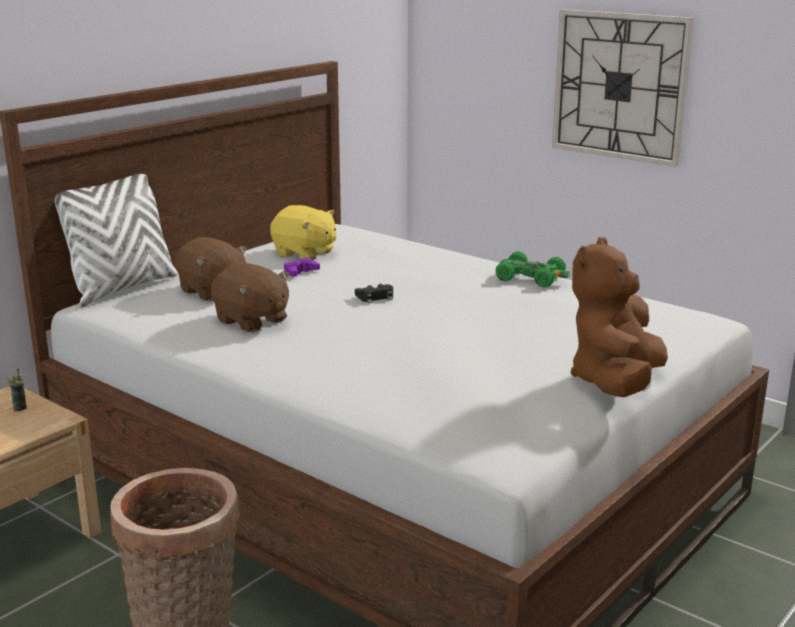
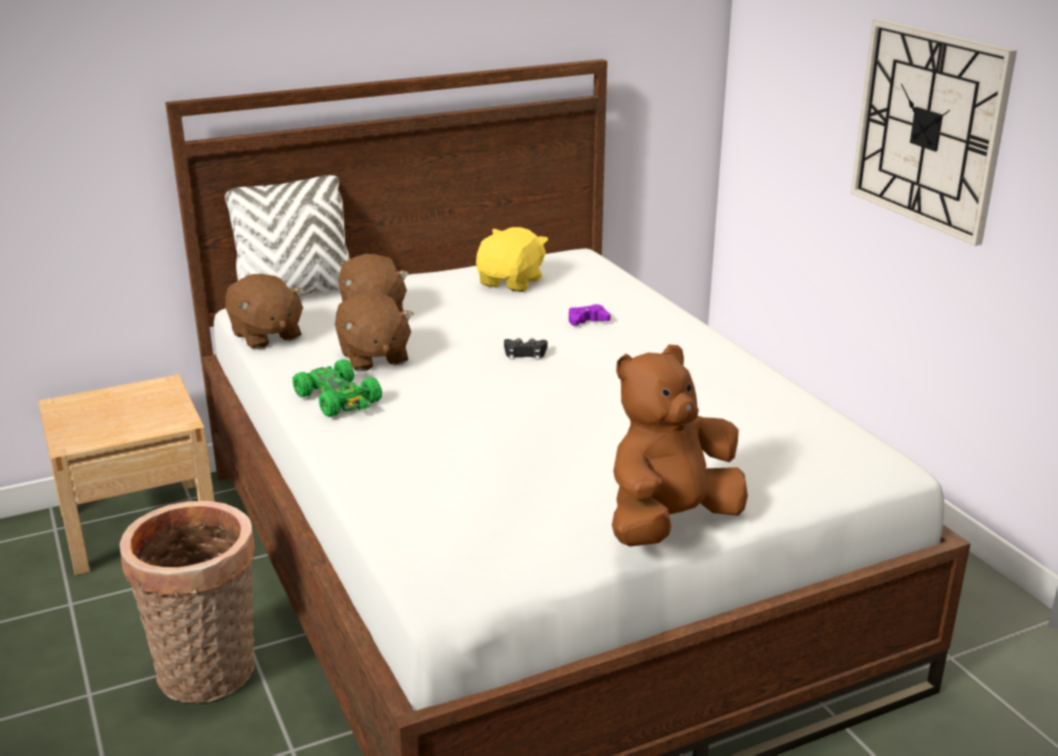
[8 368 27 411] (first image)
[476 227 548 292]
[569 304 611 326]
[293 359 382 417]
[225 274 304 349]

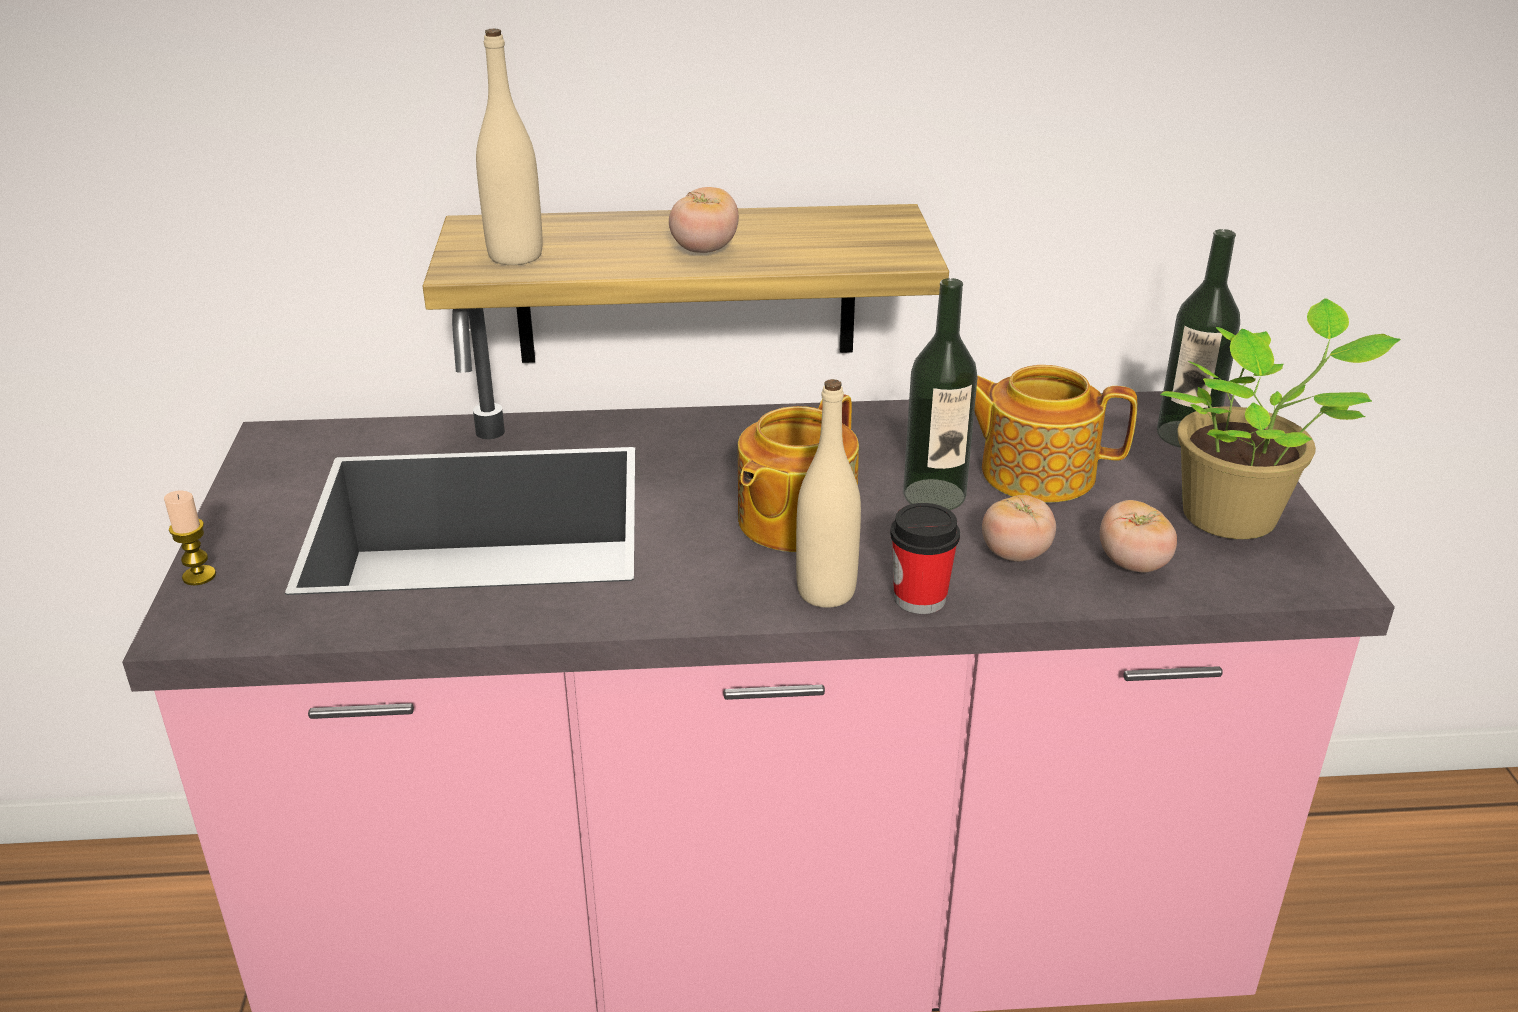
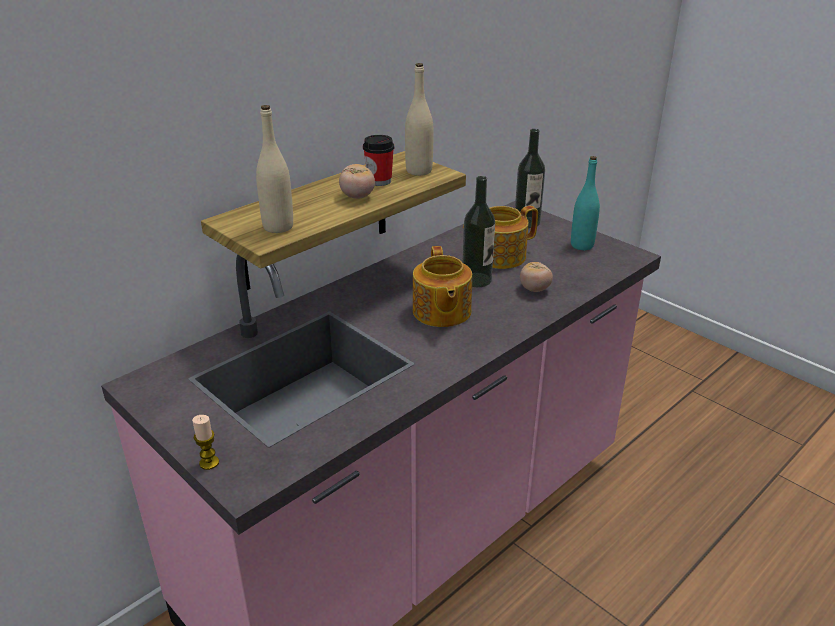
[405 63 433 176]
[363 135 394 186]
[1100 500 1177 573] (first image)
[571 156 600 250]

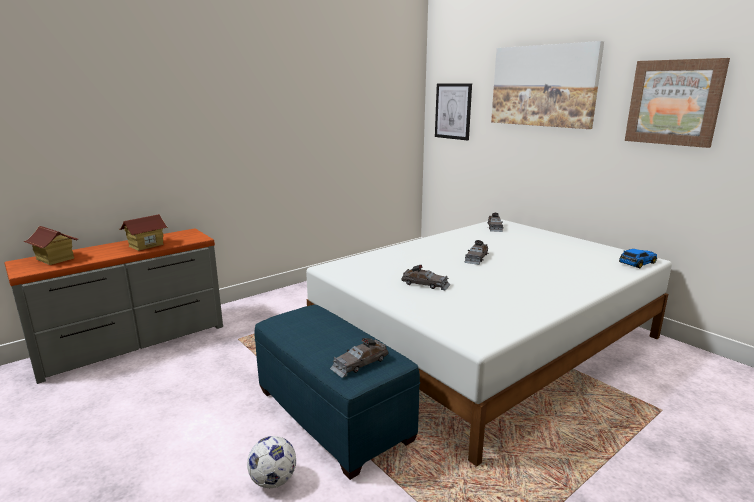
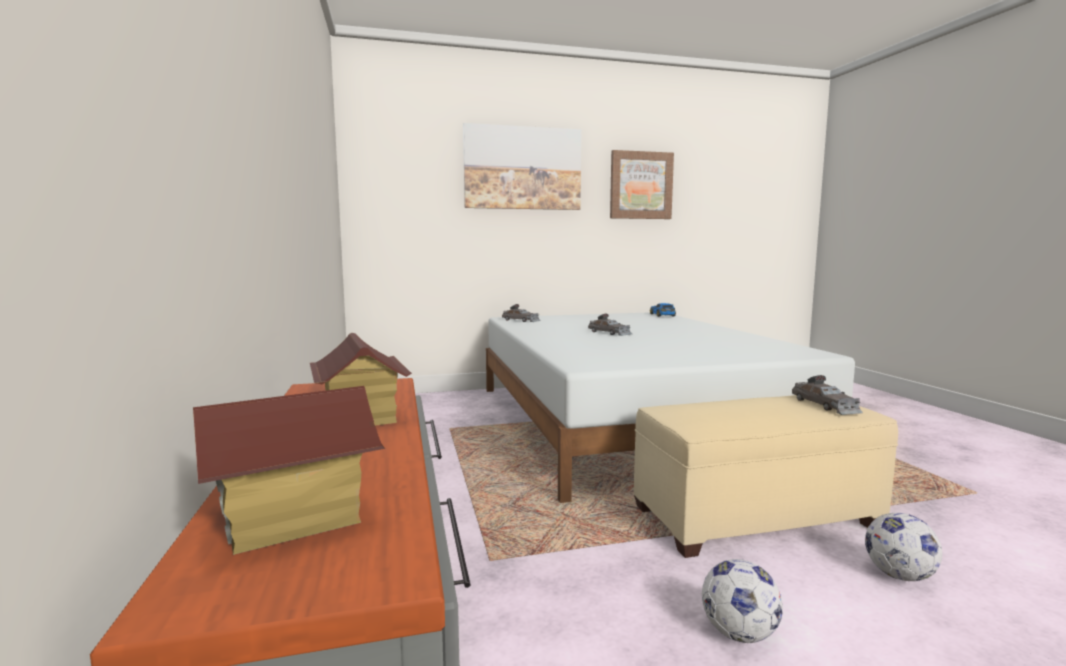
[634 395 898 558]
[402 265 451 291] (first image)
[435 84 472 141] (first image)
[702 559 783 643]

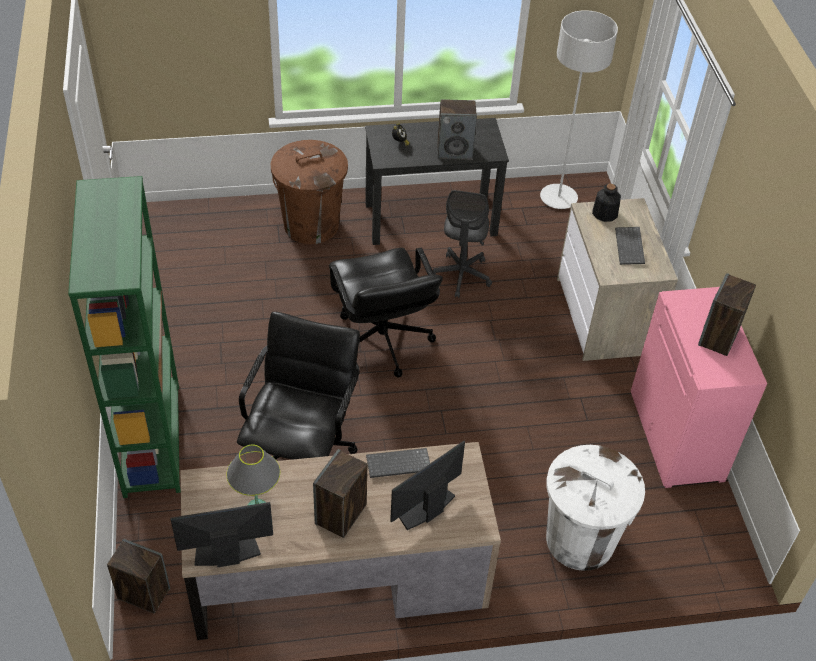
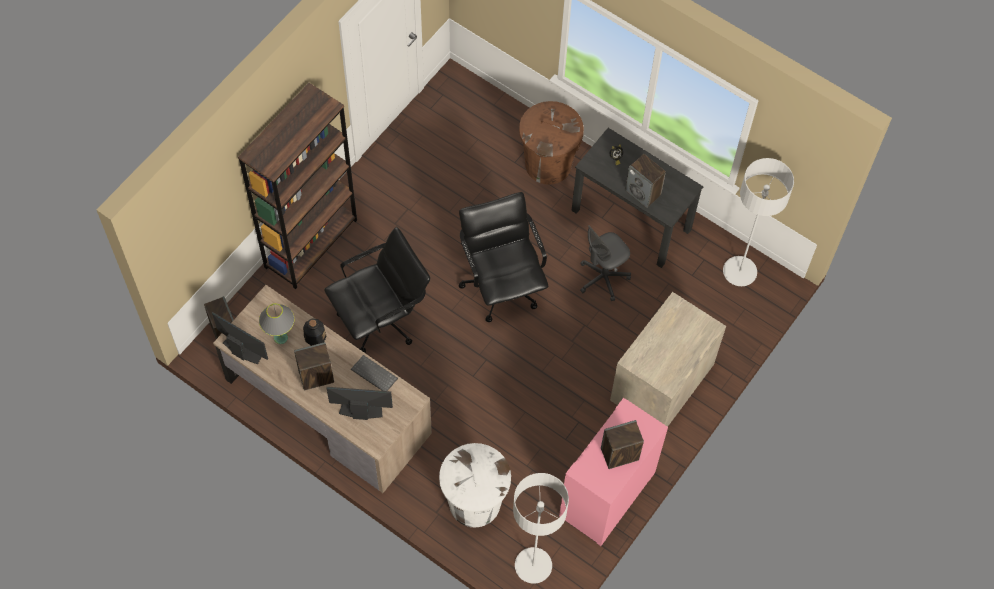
[238 83 357 289]
[459 192 548 322]
[303 319 327 346]
[615 227 645 265] (first image)
[513 473 569 584]

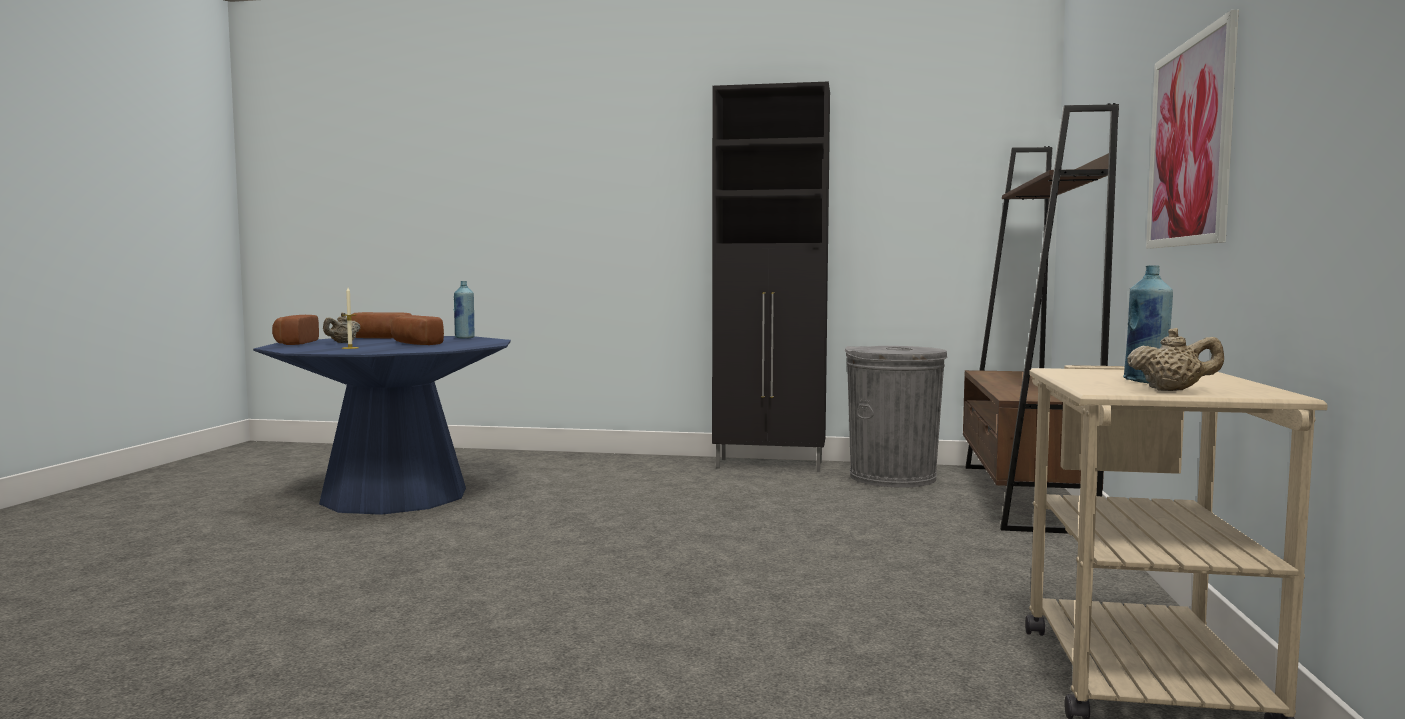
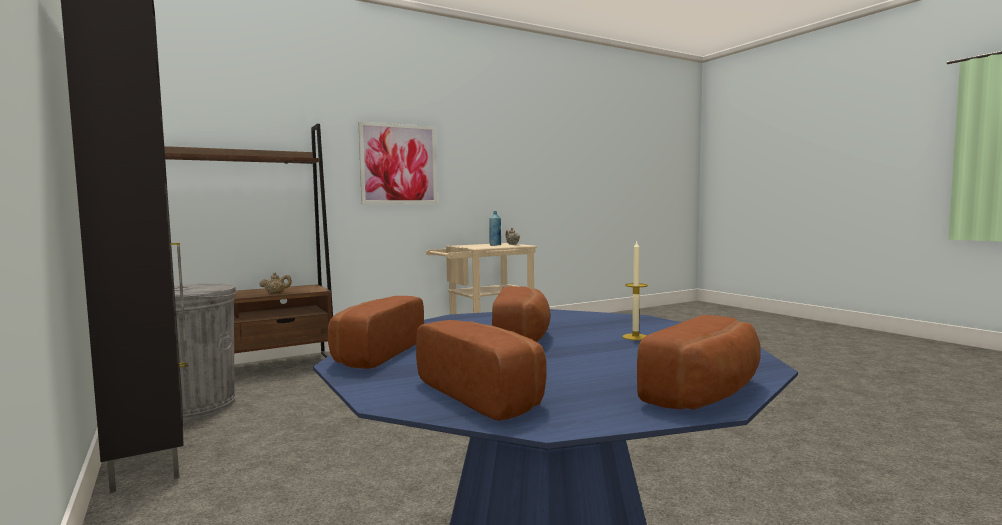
[259 272 292 294]
[328 296 424 369]

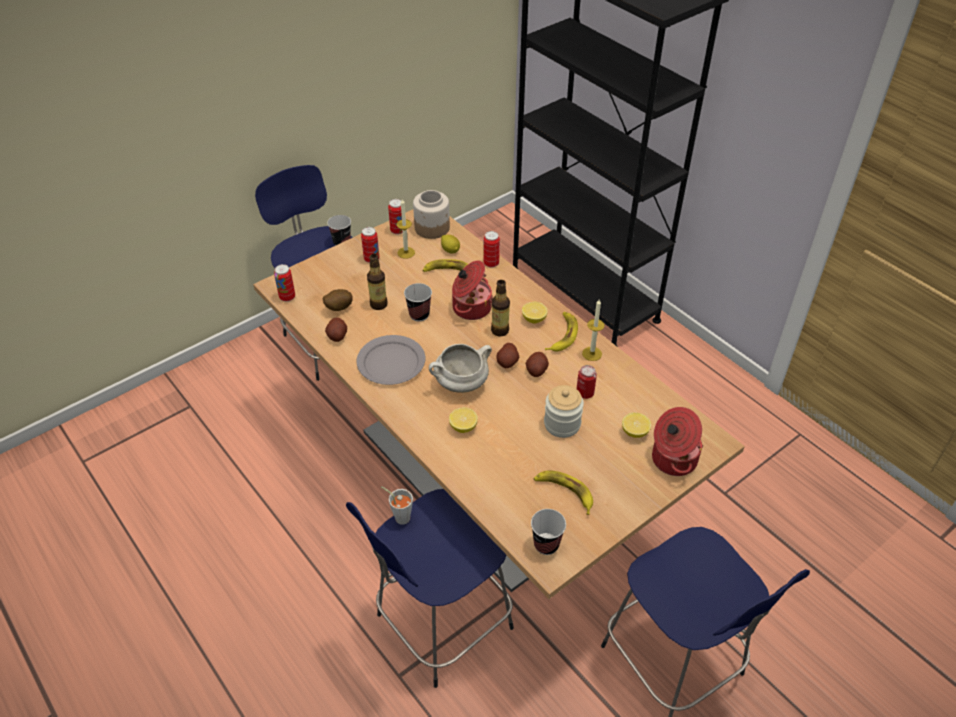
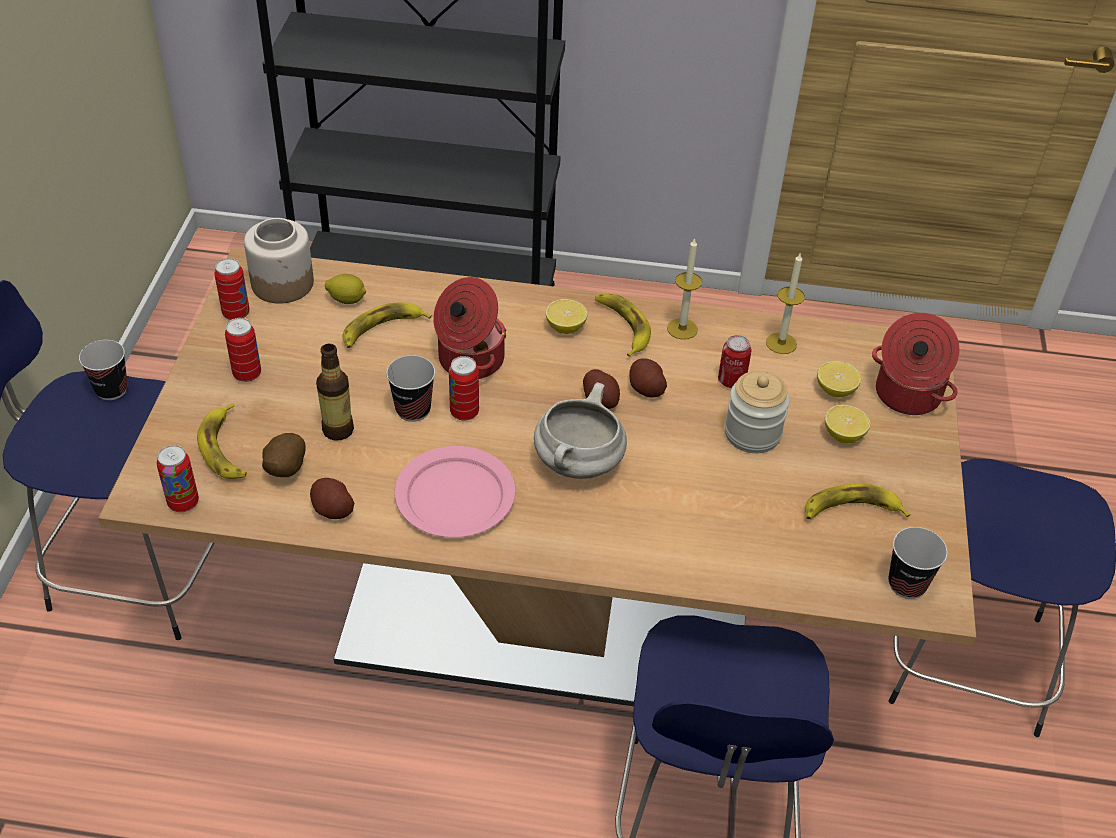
[394 446 516 538]
[381 487 413 525] (first image)
[766 253 805 354]
[825 405 870 443]
[449 356 479 421]
[491 280 510 336] (first image)
[197 403 247 479]

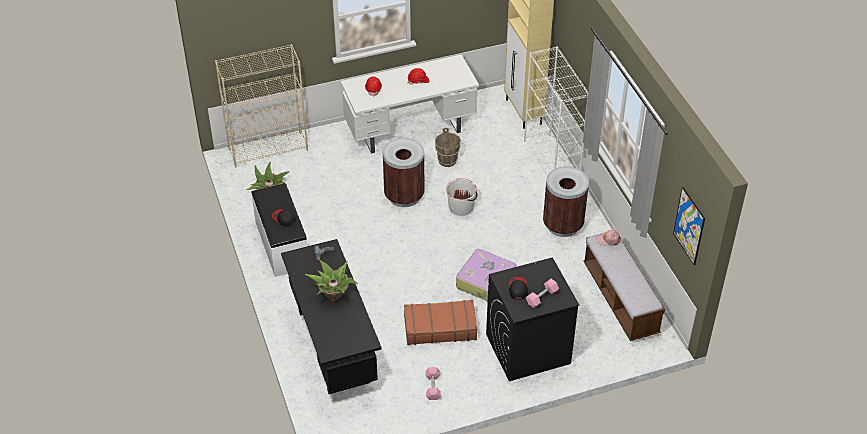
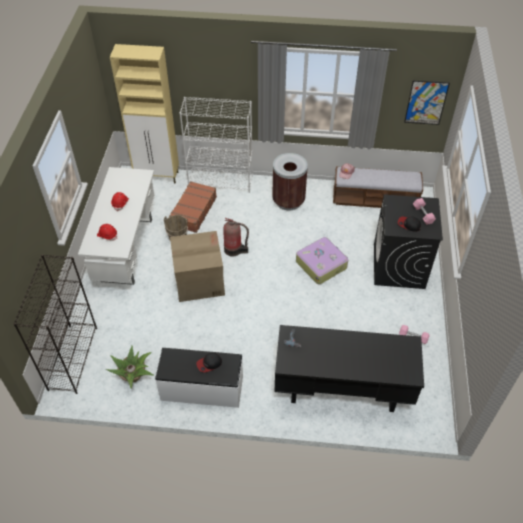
[13 254 97 394]
[305 260 358 301] (first image)
[170 231 225 302]
[169 181 217 233]
[223 218 249 257]

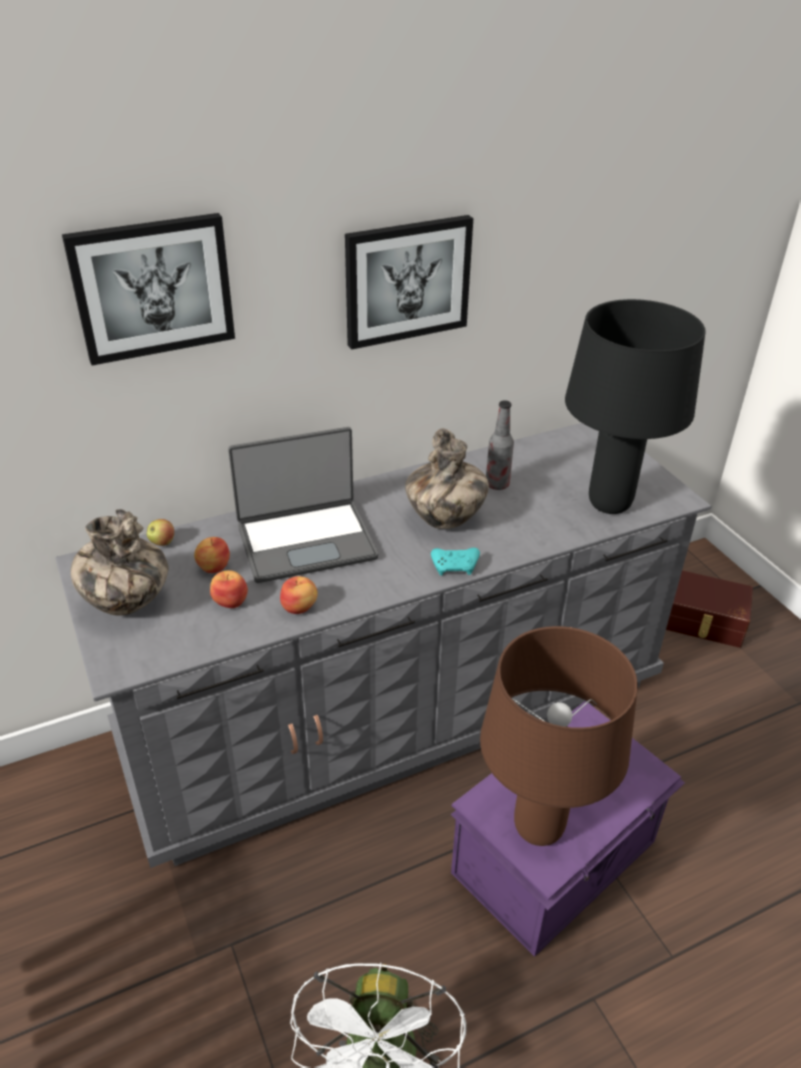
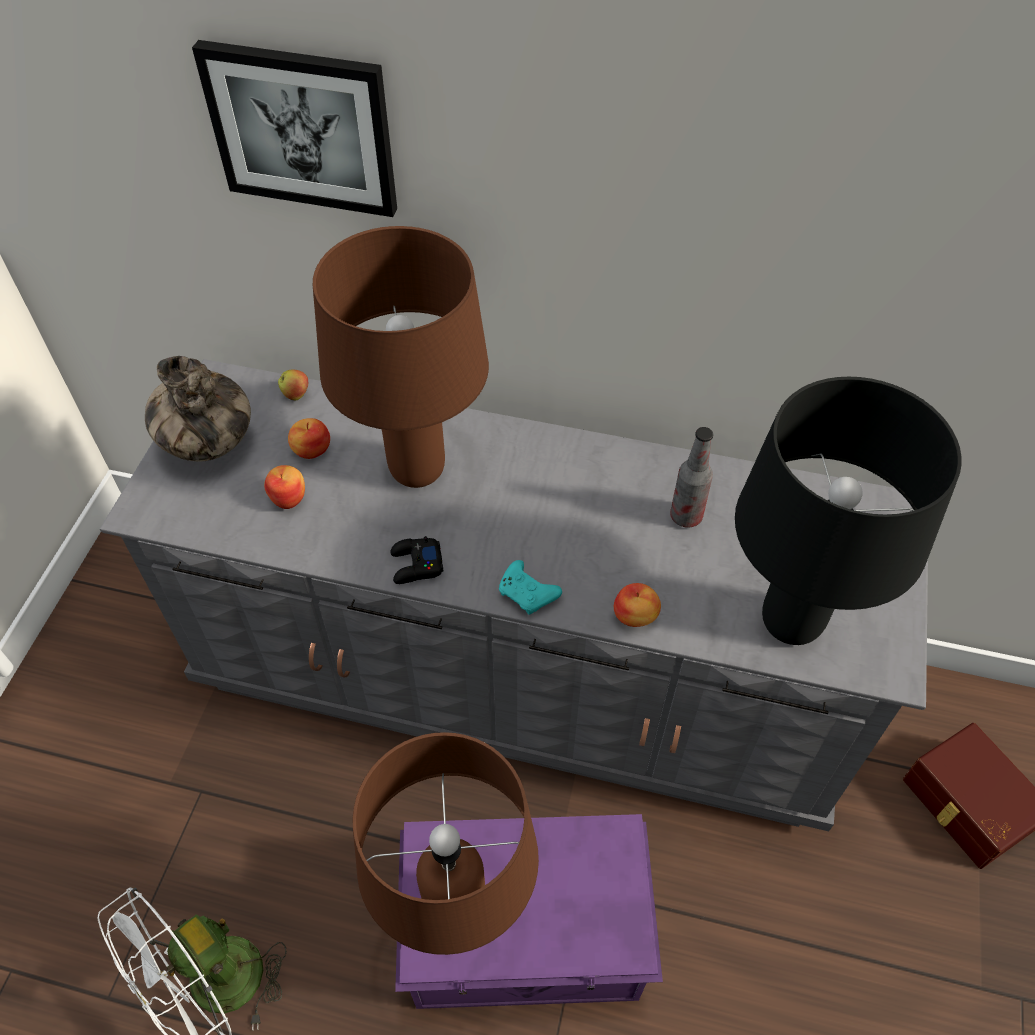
[313 226 489 488]
[614 583 661 627]
[345 215 473 350] (first image)
[405 428 489 529] (first image)
[390 536 444 584]

